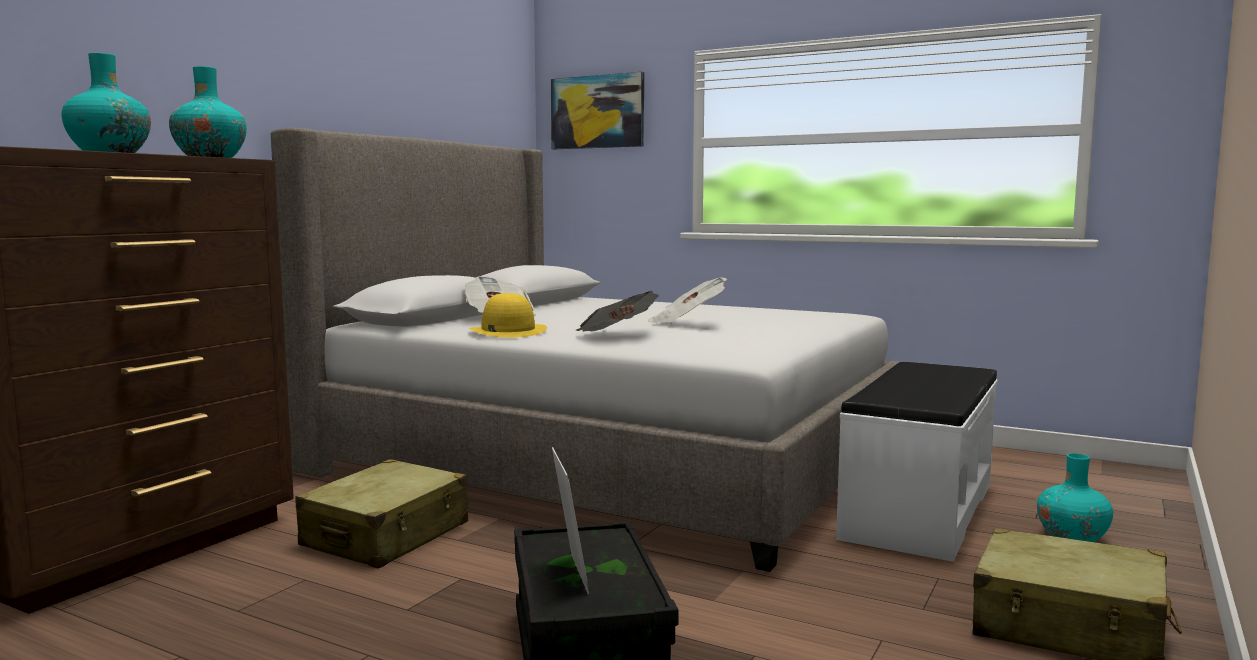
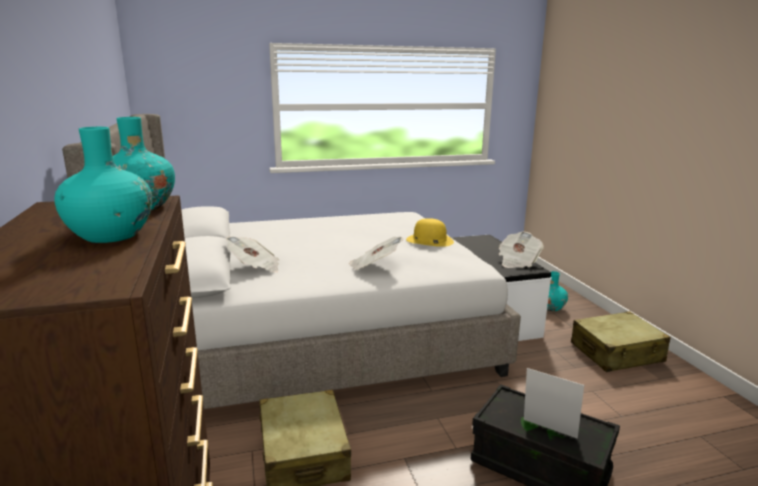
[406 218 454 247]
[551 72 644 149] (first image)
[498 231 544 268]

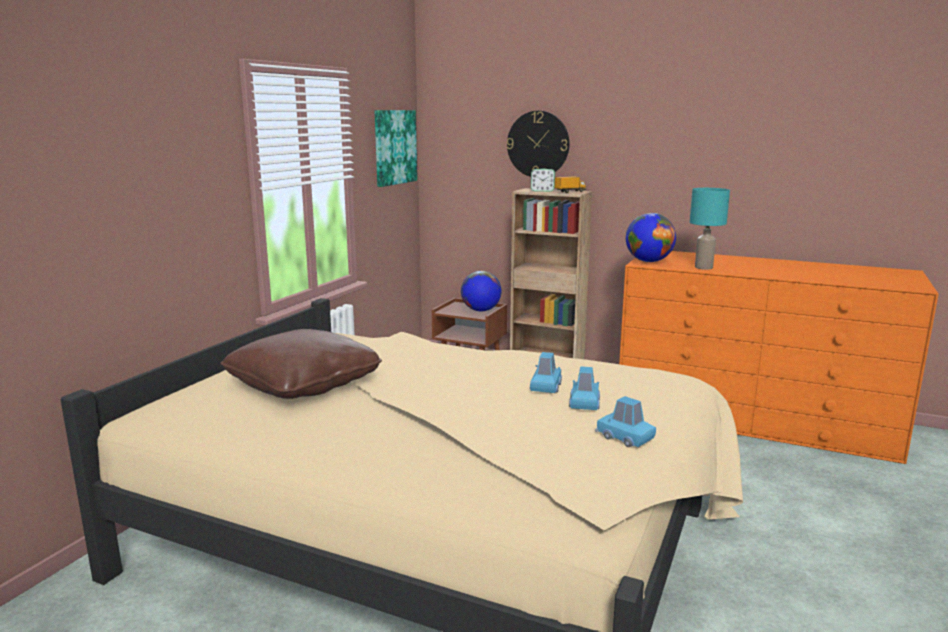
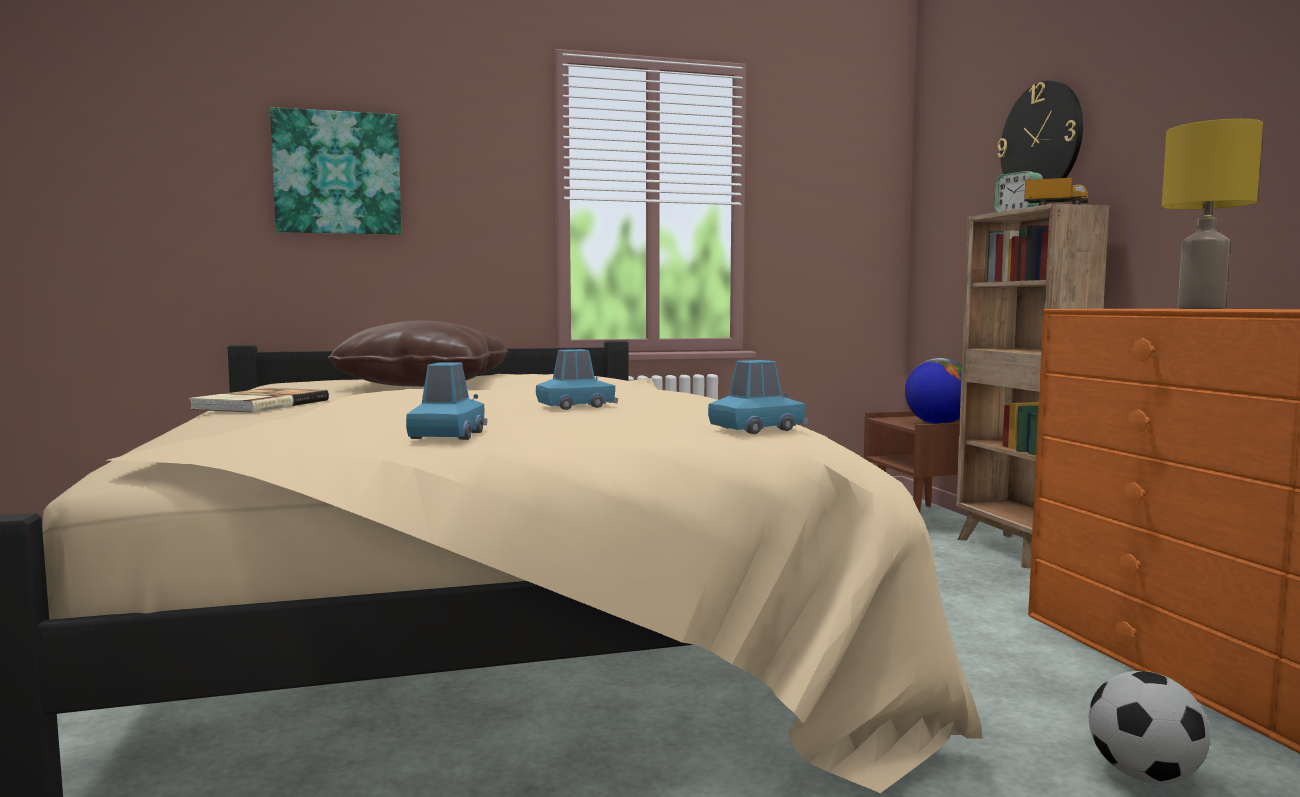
[270 107 401 235]
[708 360 809 434]
[626 213 676 262] (first image)
[1162 119 1263 309]
[189 388 329 413]
[1089 671 1210 784]

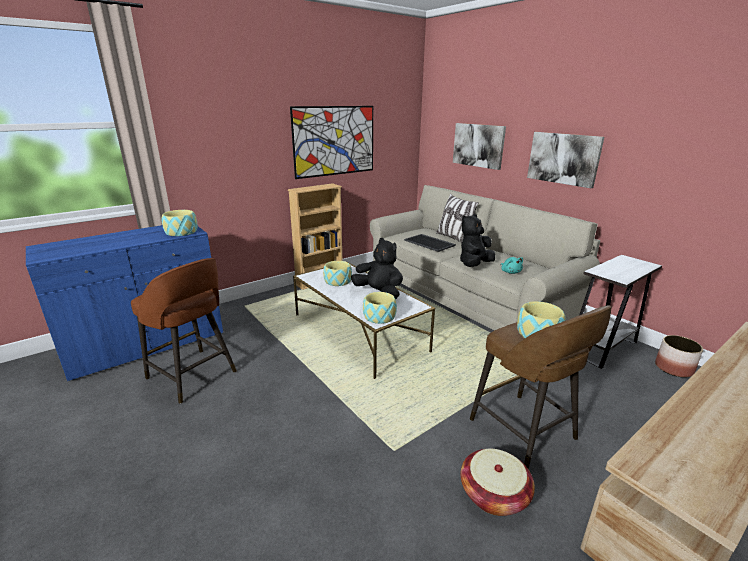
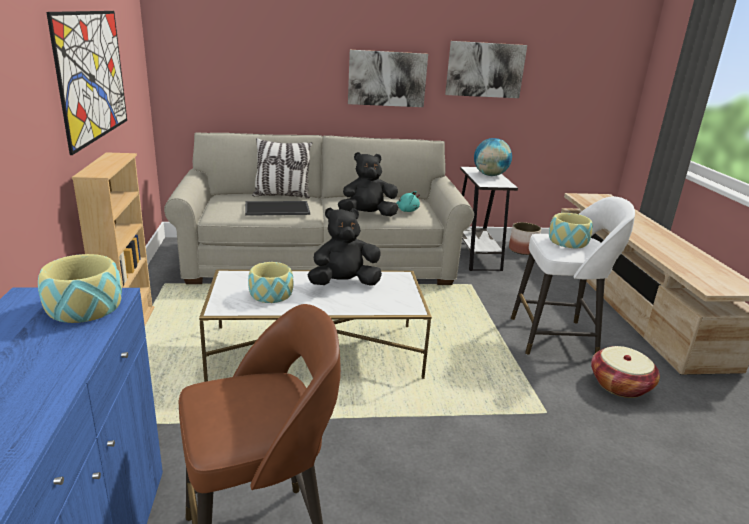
[363 292 397 324] (first image)
[445 41 527 98]
[338 152 398 217]
[511 196 635 355]
[474 138 512 176]

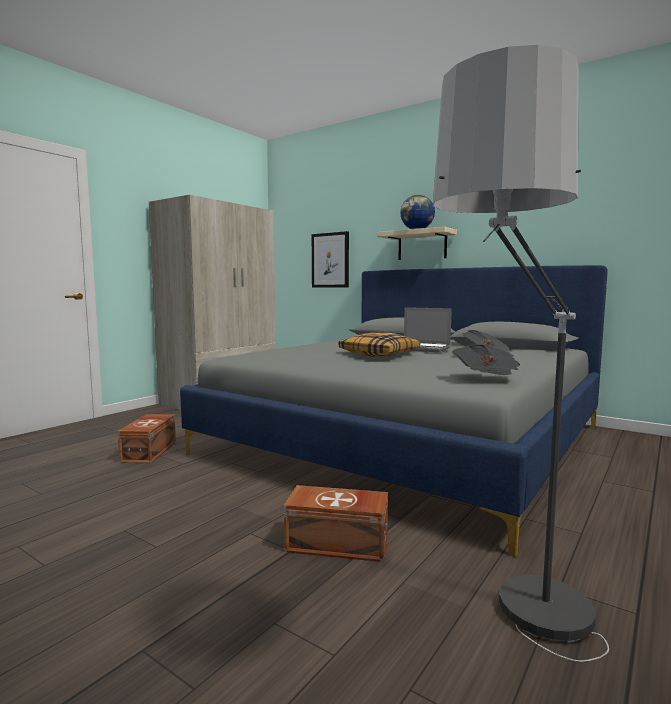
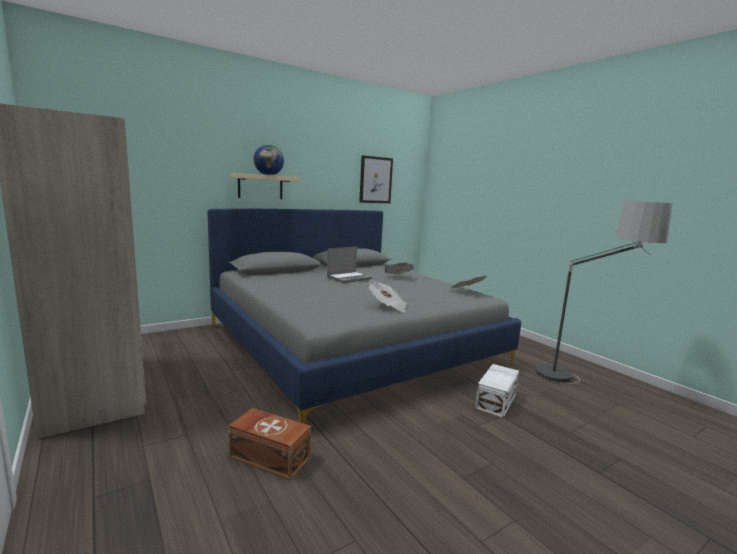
[475 364 519 418]
[359 155 393 203]
[339 333 420 356] (first image)
[369 280 407 312]

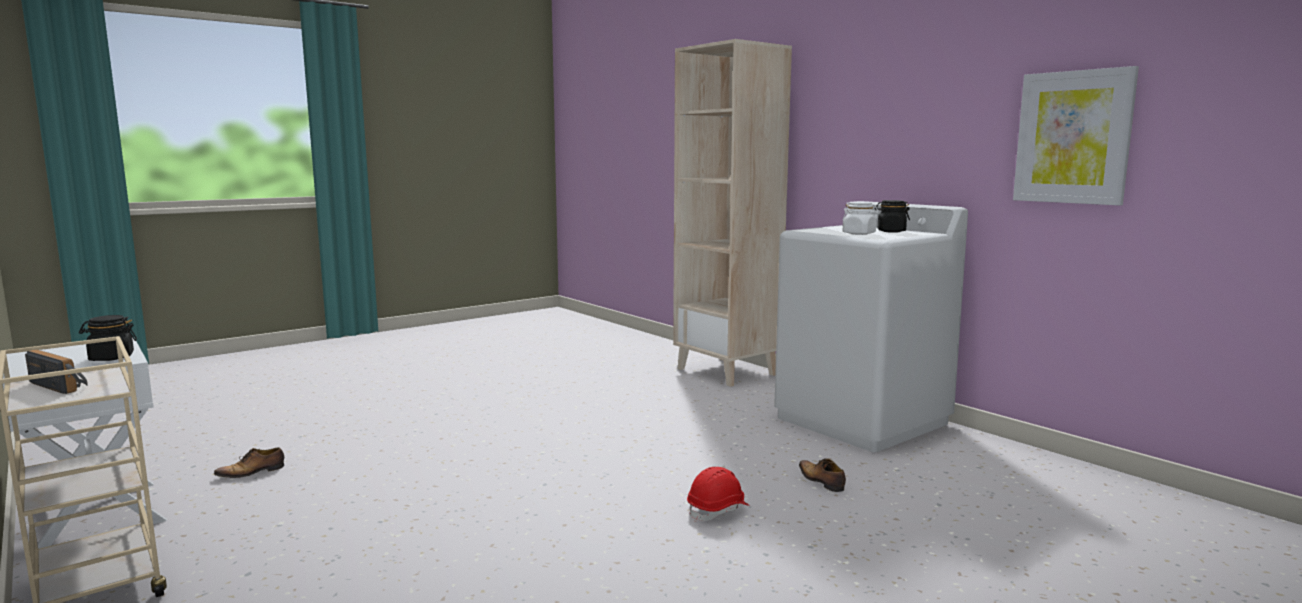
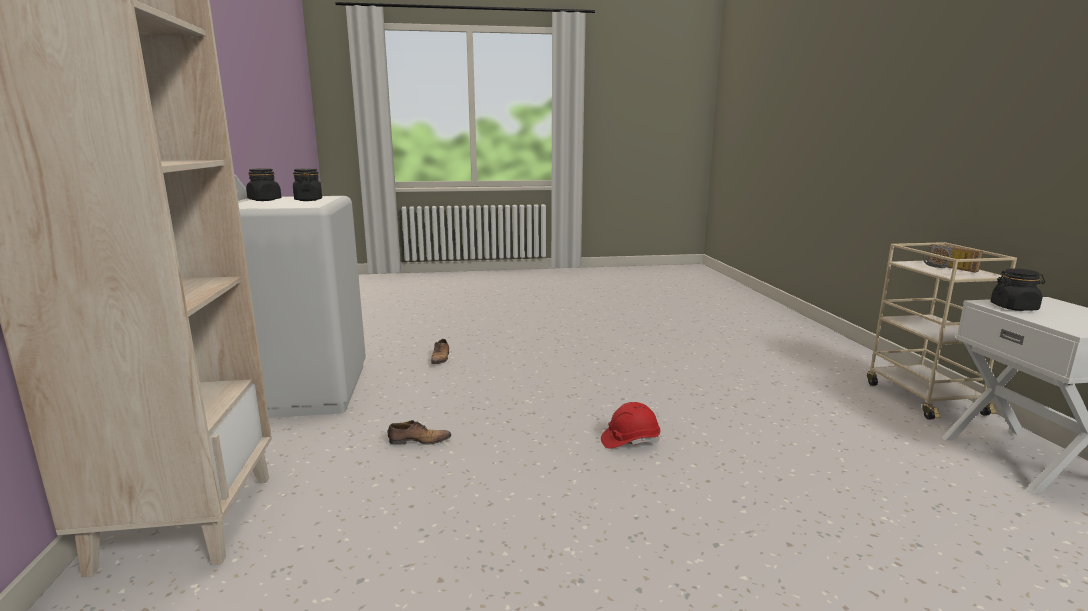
[388 420 451 445]
[601 402 661 449]
[293 168 322 201]
[1013 66 1139 206] (first image)

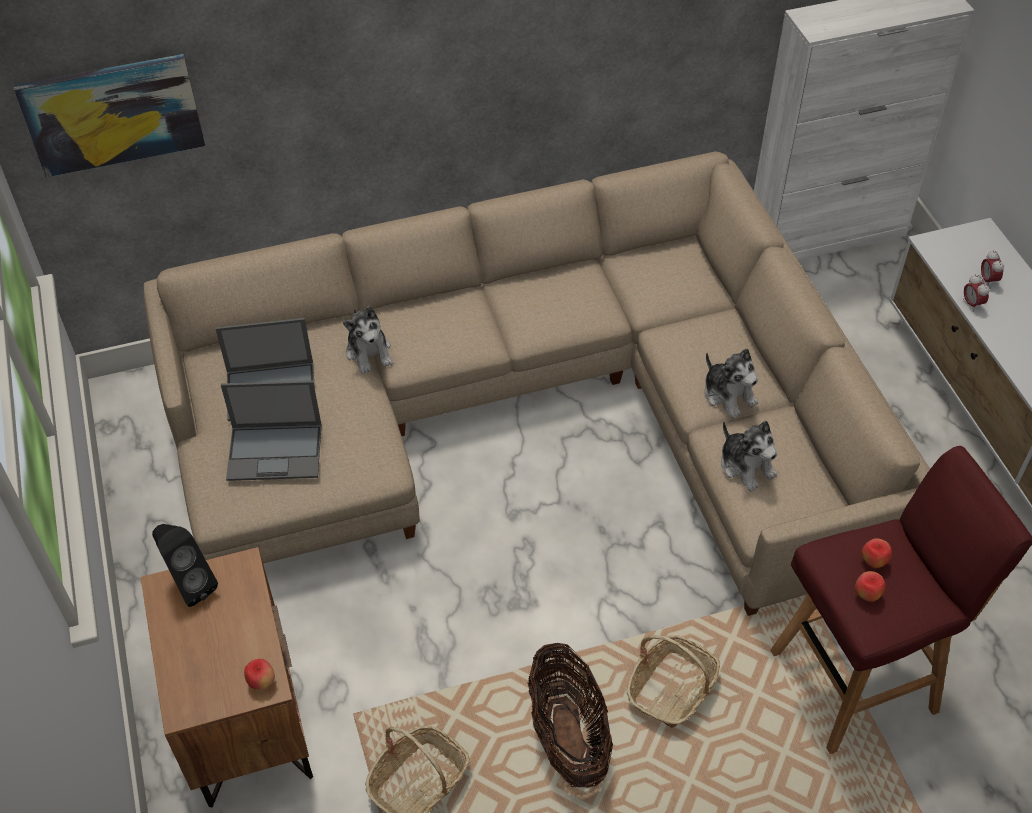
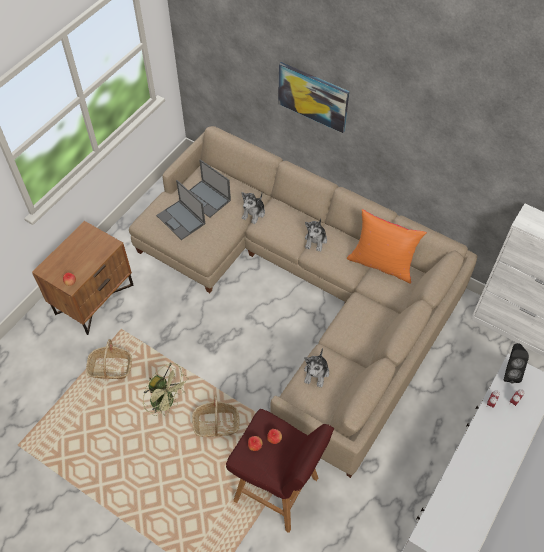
[278 62 349 133]
[504 343 529 383]
[143 363 189 416]
[305 218 327 252]
[347 209 427 284]

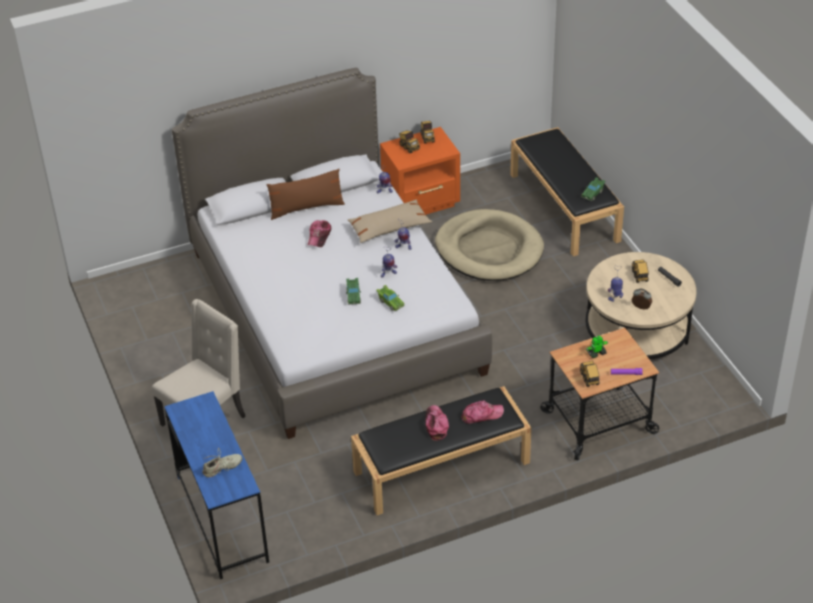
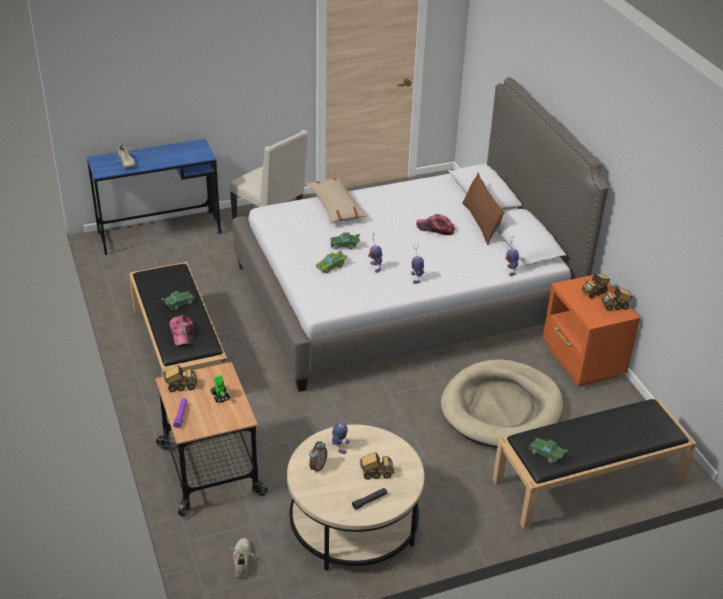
[306 178 367 223]
[161 291 195 310]
[228 538 257 578]

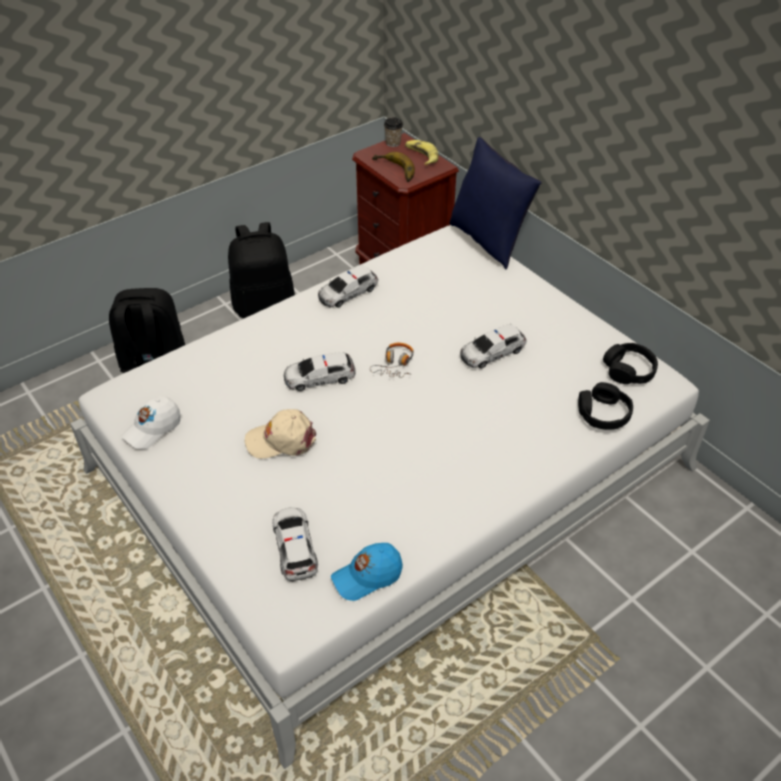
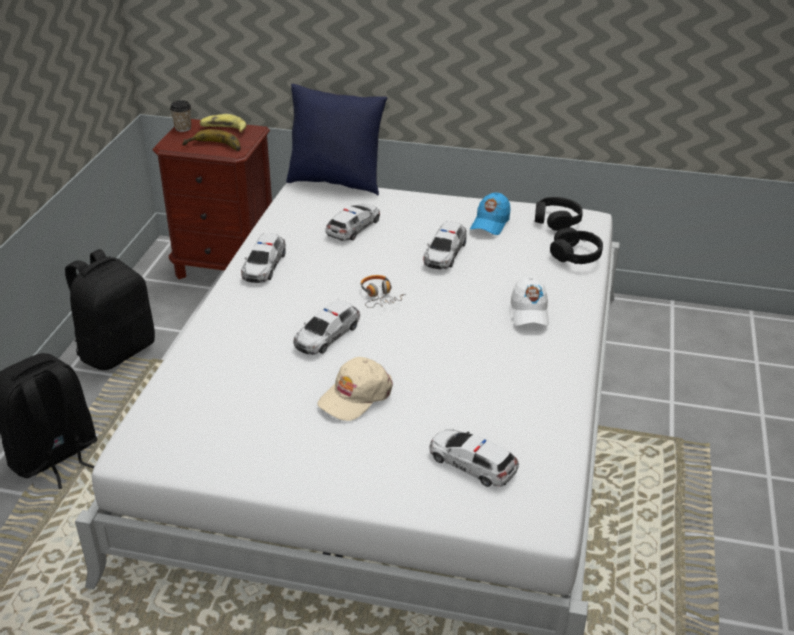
[511 276 549 326]
[470 193 511 235]
[326 204 380 241]

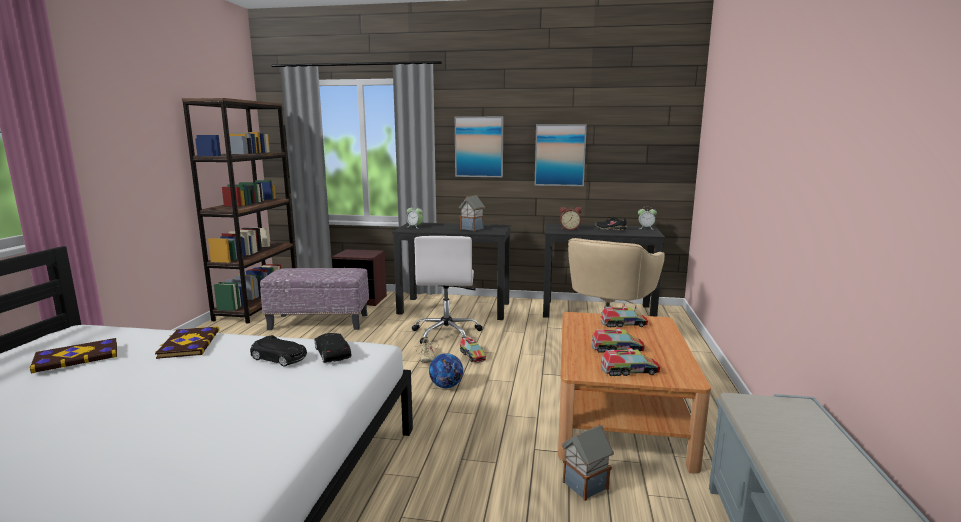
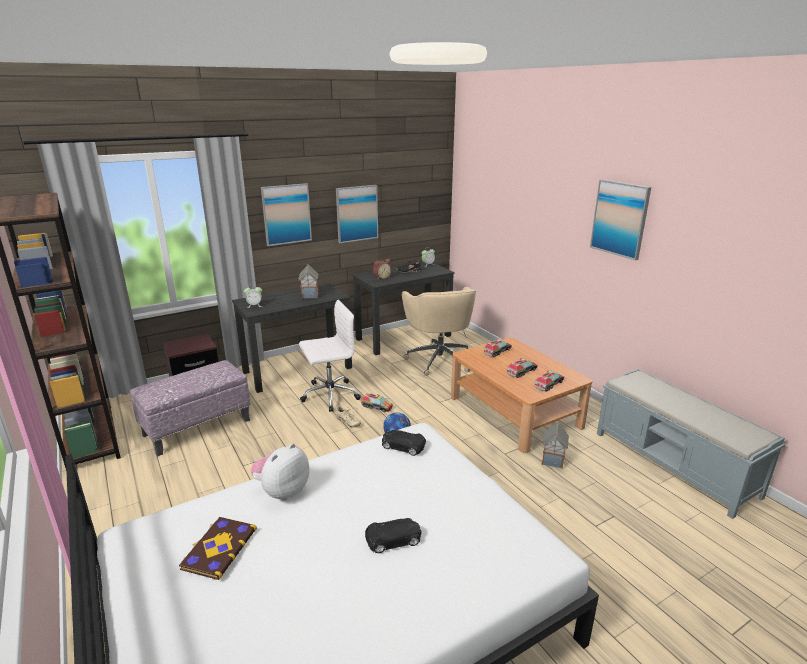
[251 443 310 501]
[365 518 422 553]
[299 300 361 412]
[590 180 651 260]

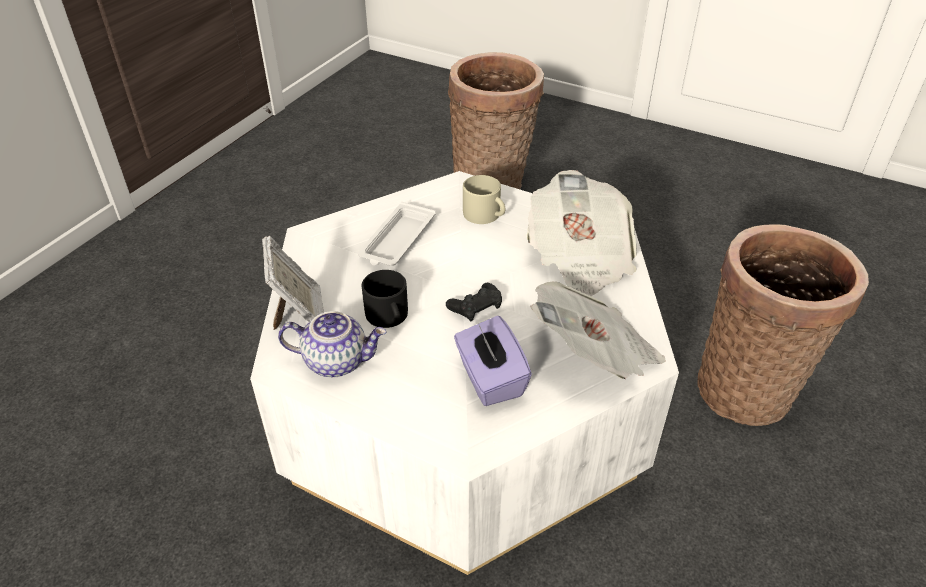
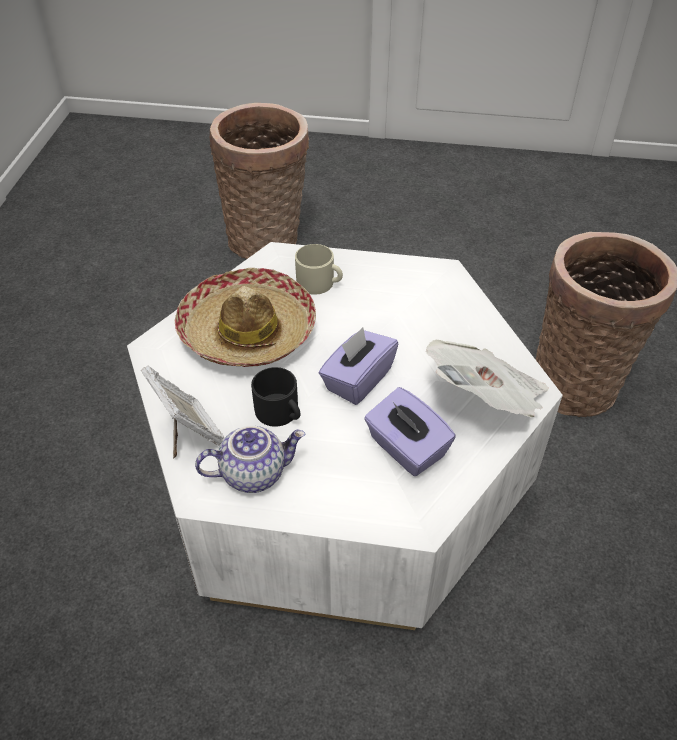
[175 268 316 367]
[319 327 398 405]
[526 170 637 296] (first image)

